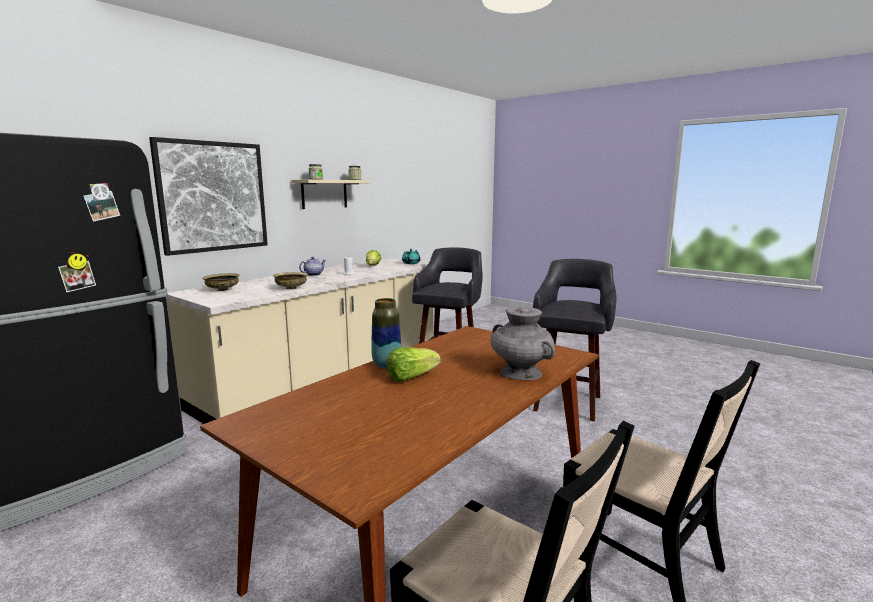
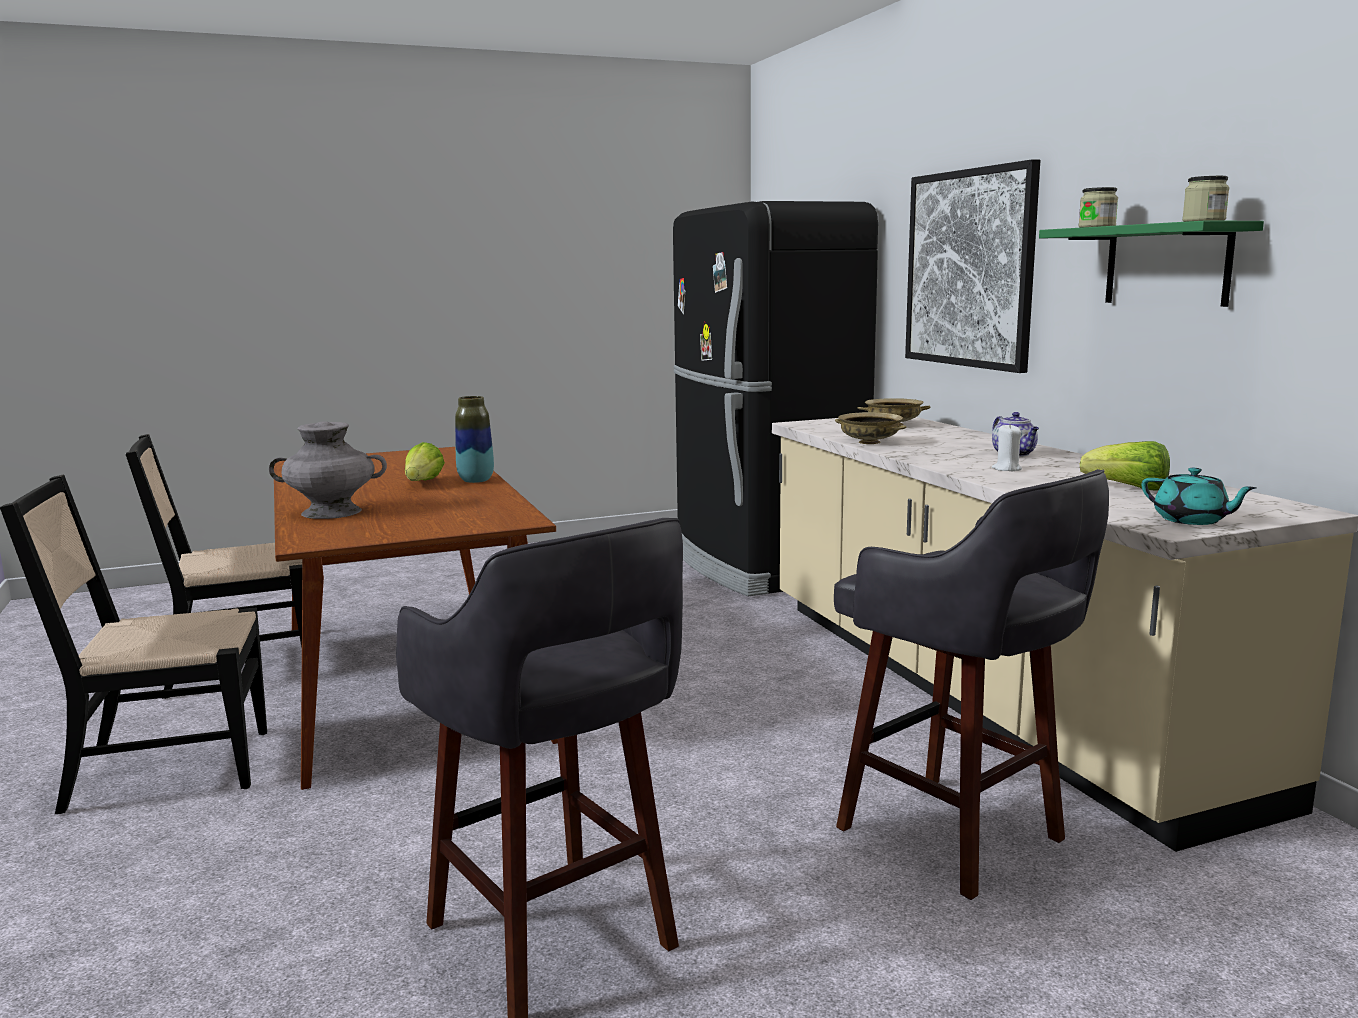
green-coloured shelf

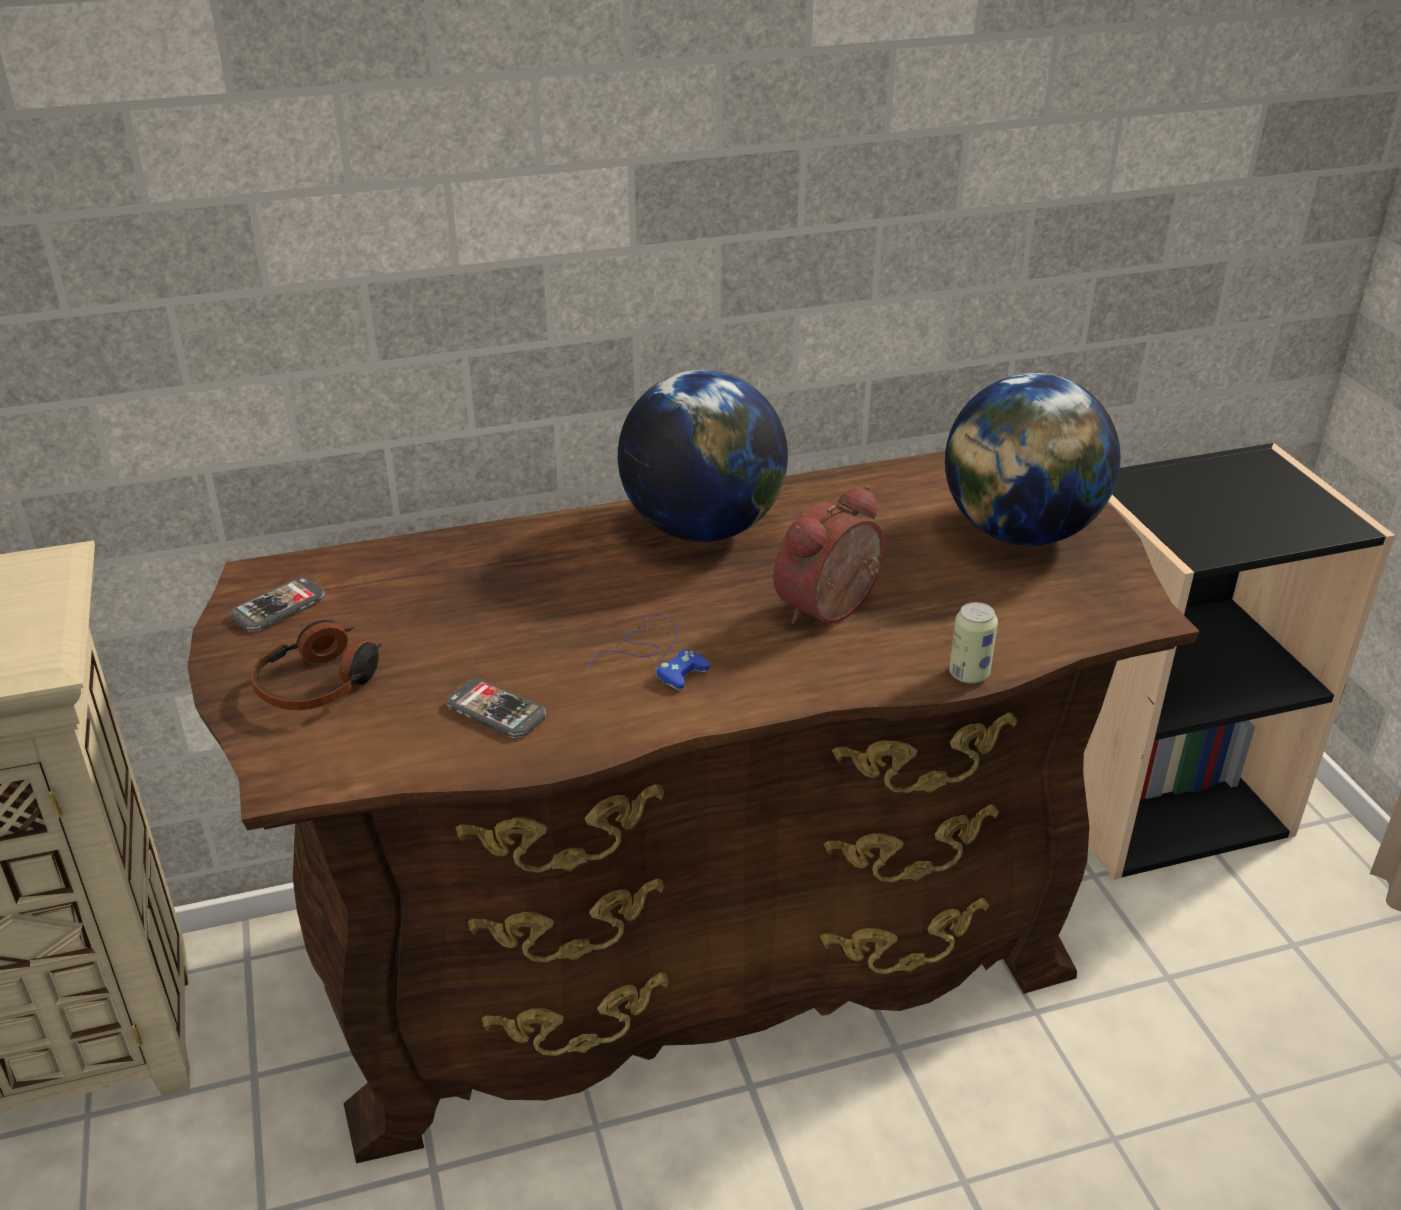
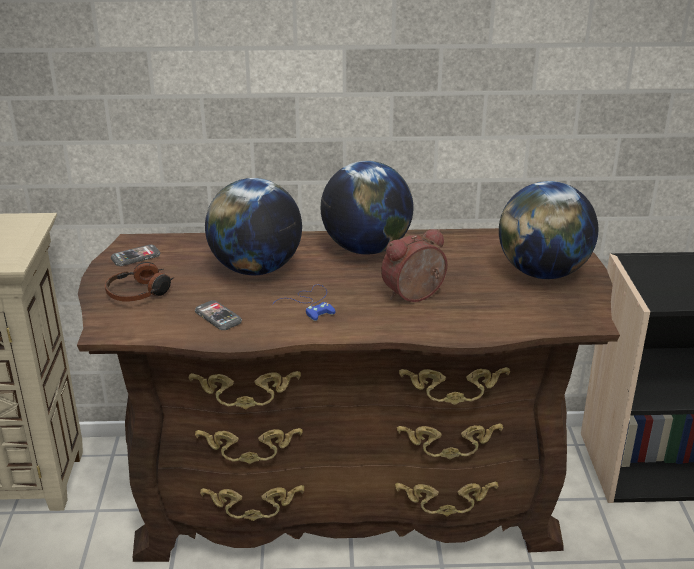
sealed can; world globe (1st from left)

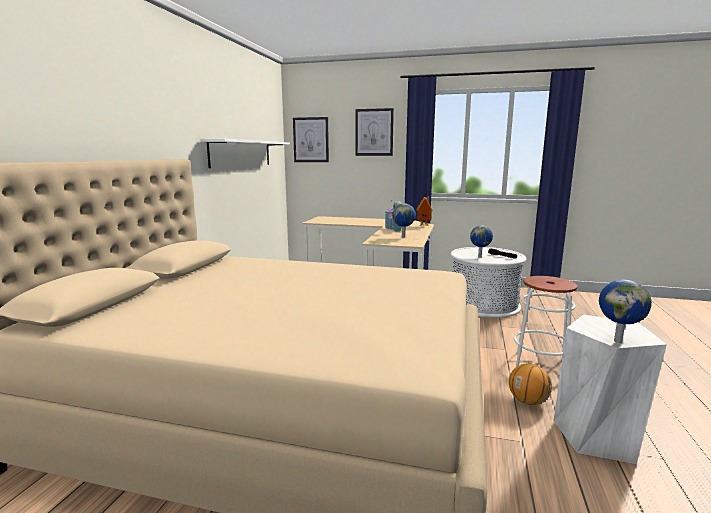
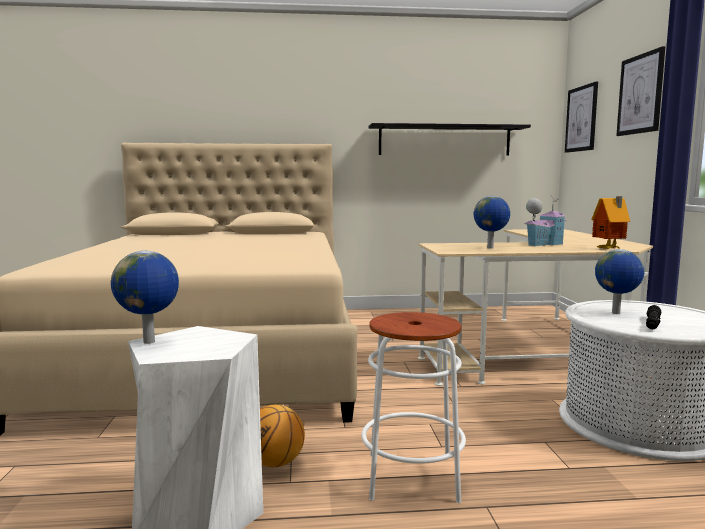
black-coloured shelf

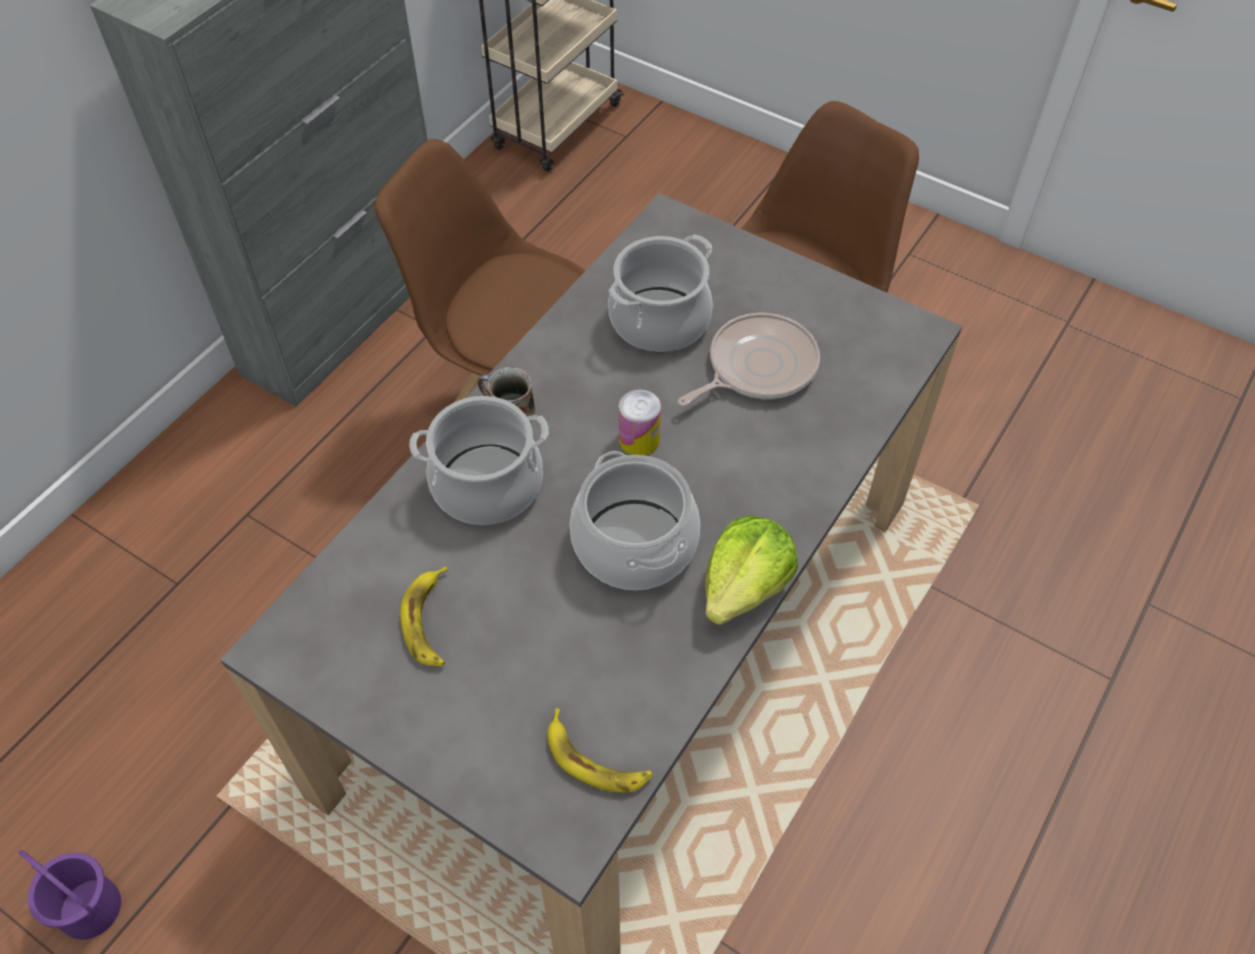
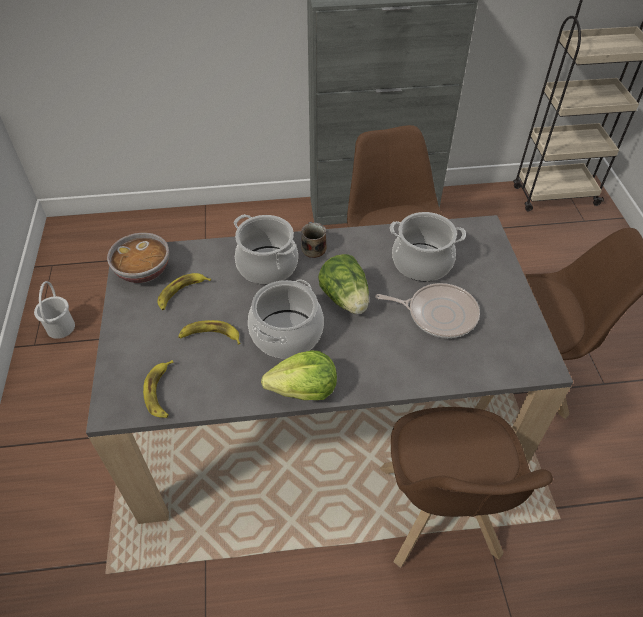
head of lettuce (2nd from left); whitish bucket; serving bowl; banana fruit (3rd from left); brown chair (2nd from left)

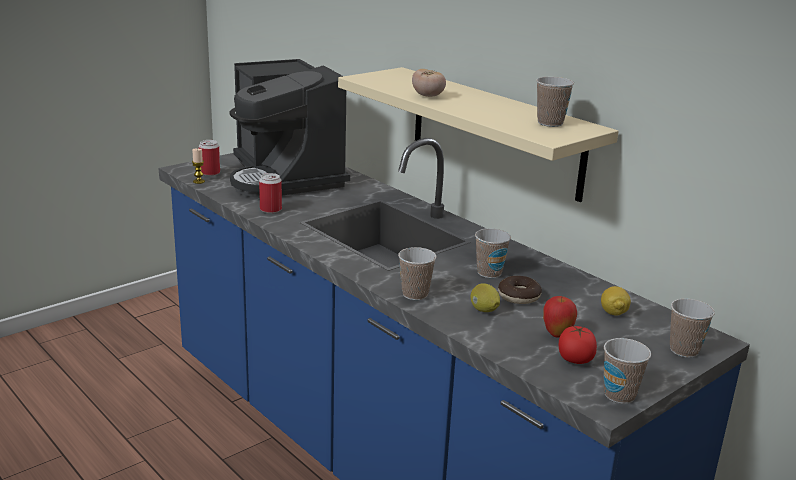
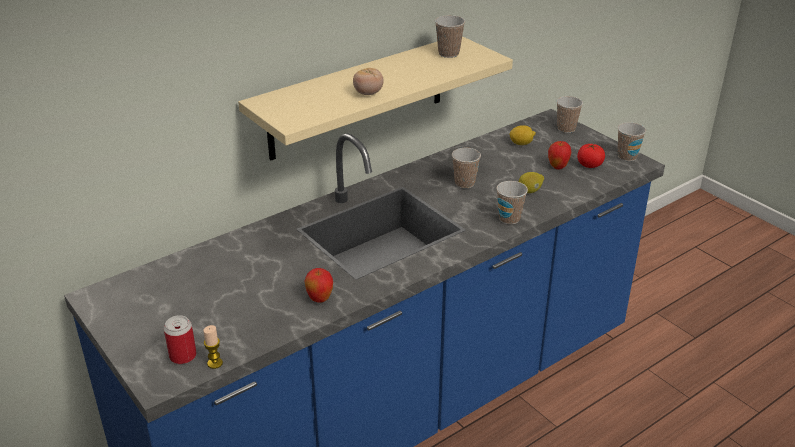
coffee machine; apple fruit (1st from left); doughnut

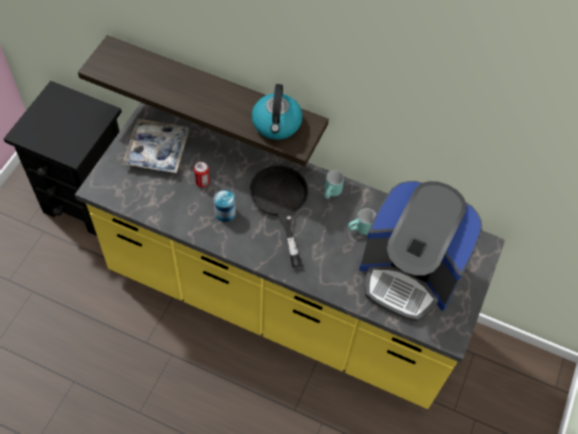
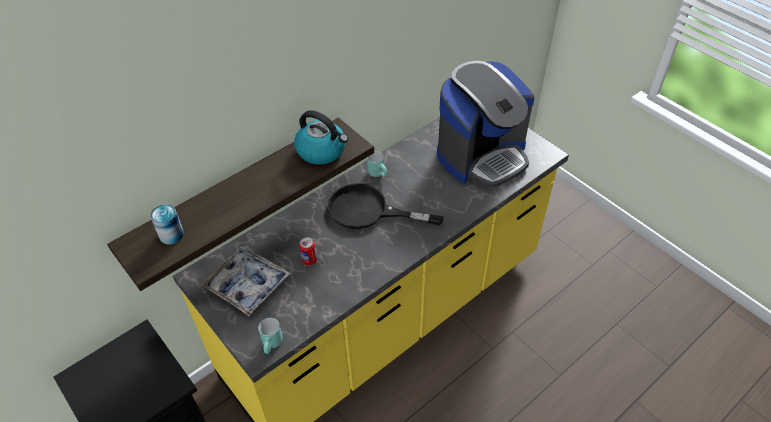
sealed can (1st from left); turquoise-coloured mug (1st from left)

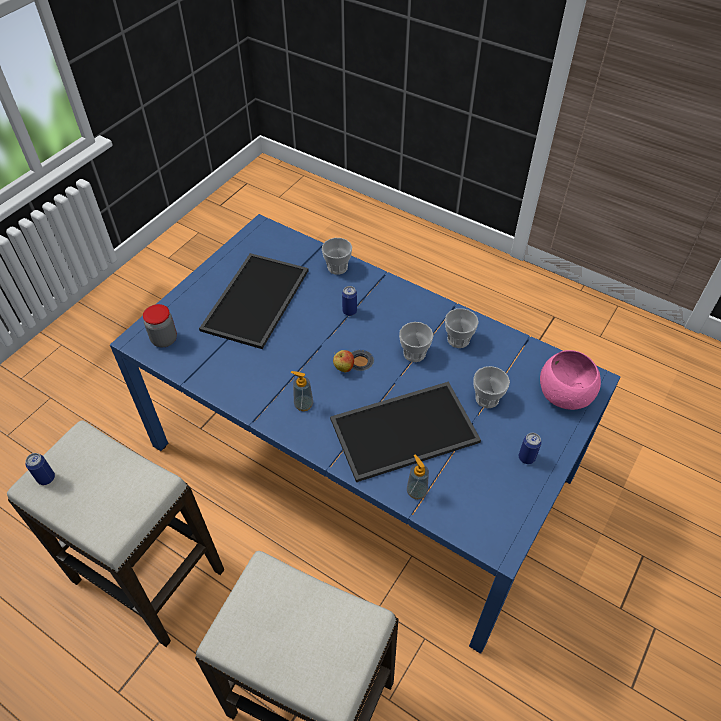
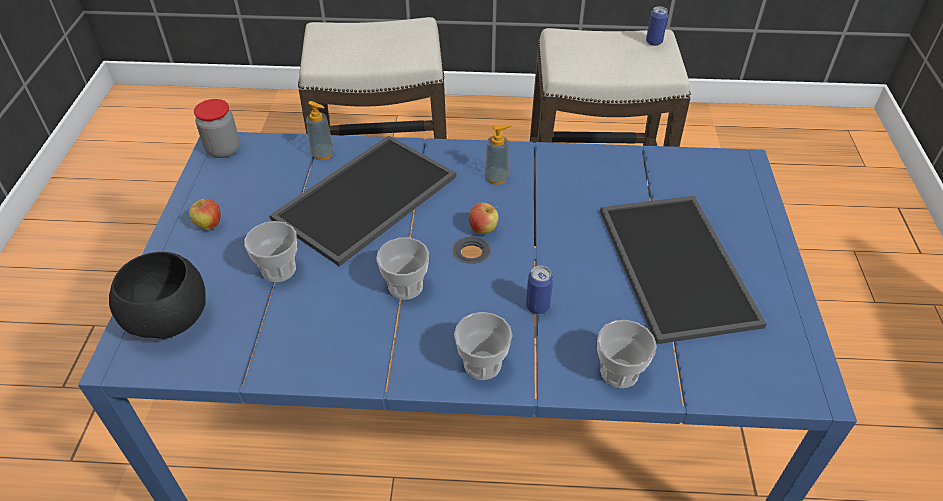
preserve jar; cup (3rd from left); black-coloured serving bowl; apple fruit (1st from left)

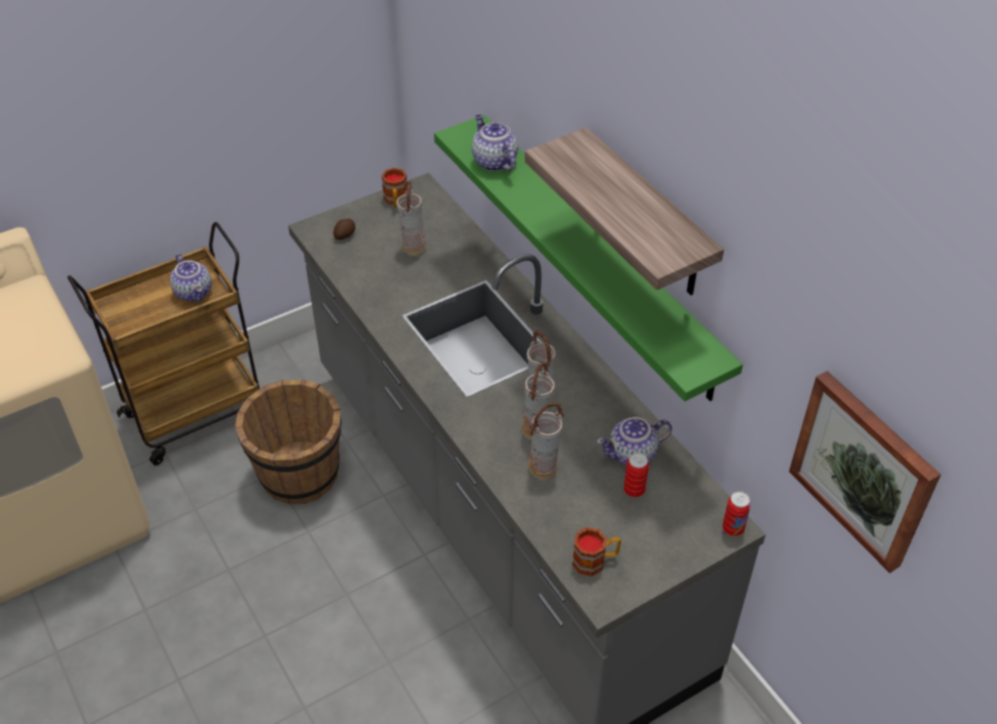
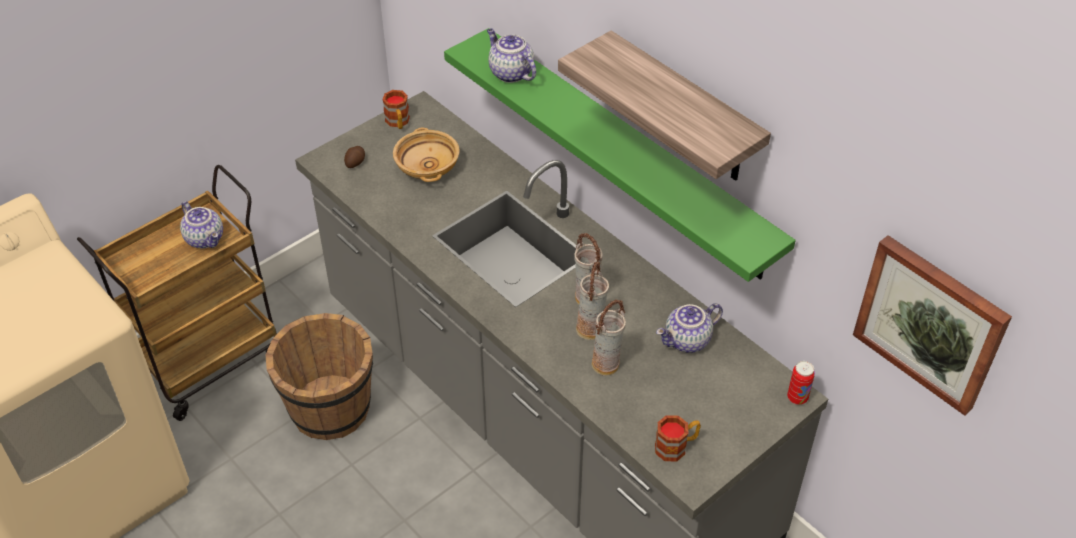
sand-coloured serving bowl; sealed can (1st from left in the first image)

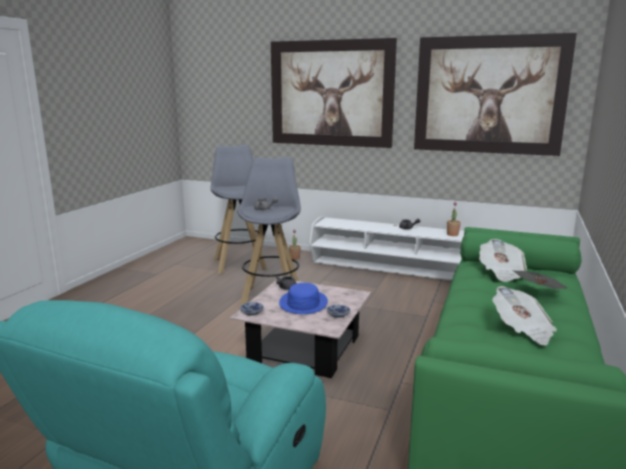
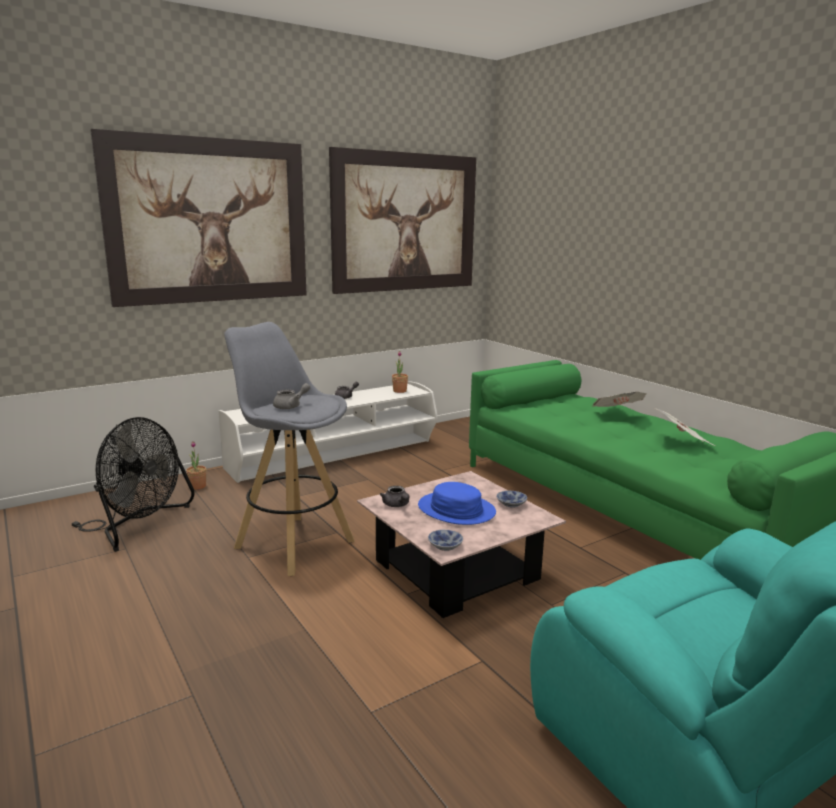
black-coloured electric fan; printed paper (1st from left in the first image)

